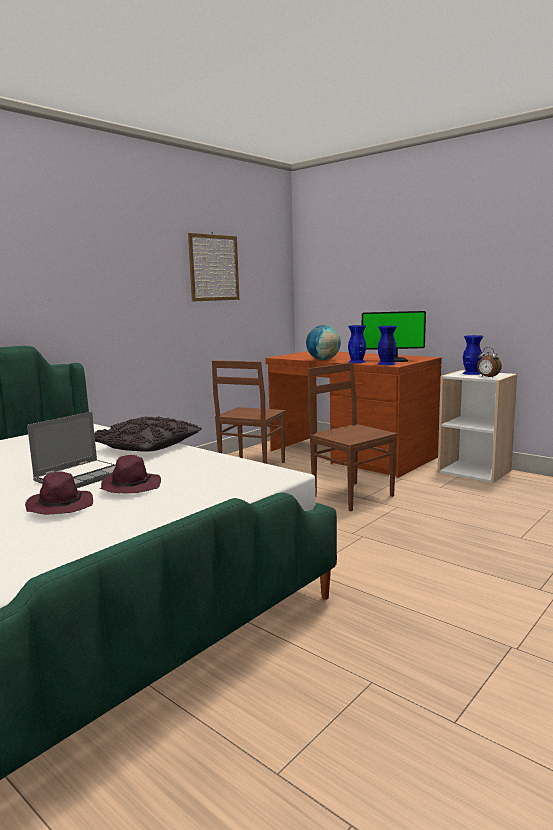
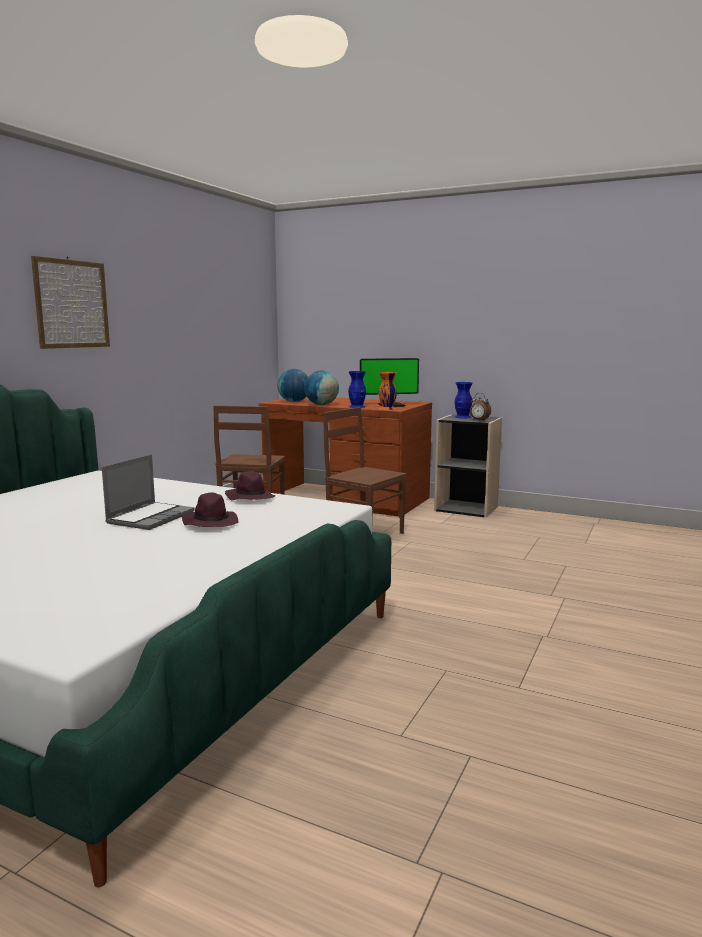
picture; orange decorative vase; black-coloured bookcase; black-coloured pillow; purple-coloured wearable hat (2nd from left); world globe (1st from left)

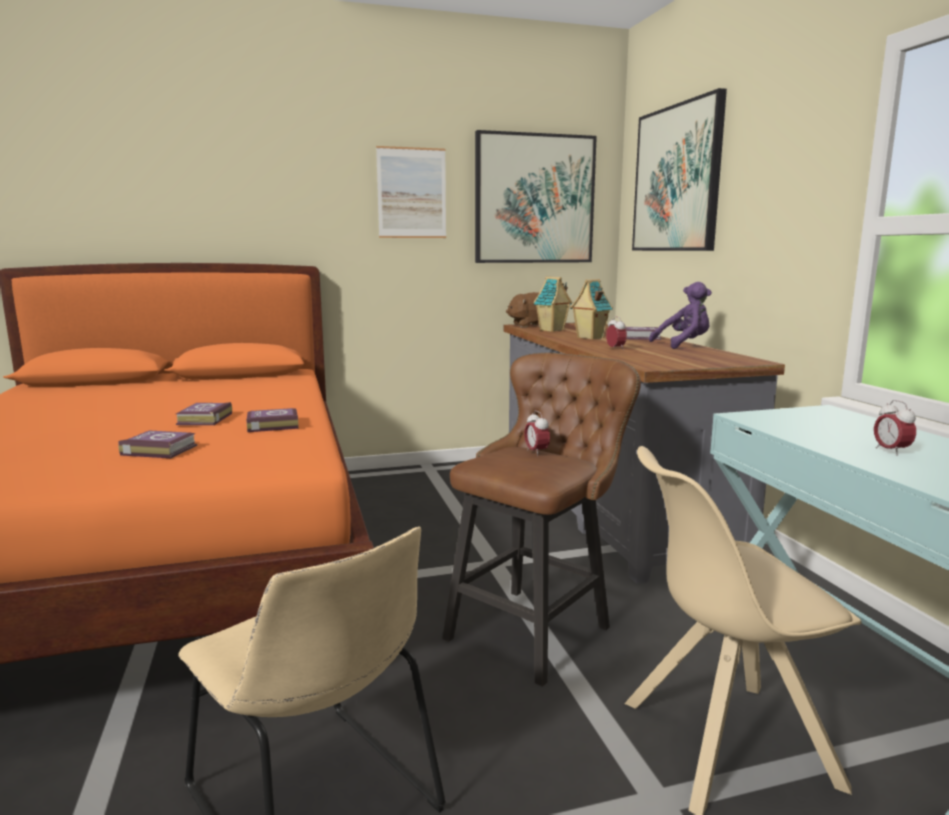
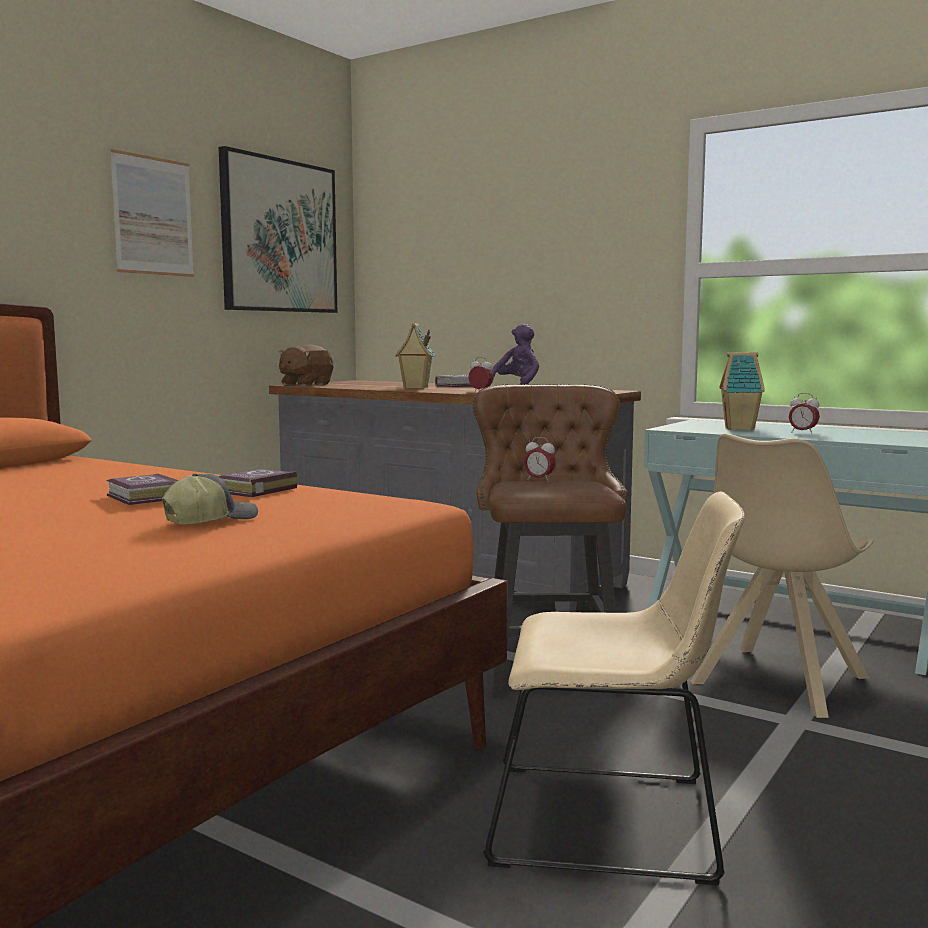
picture (3rd from left in the first image); model house (2nd from left); baseball cap

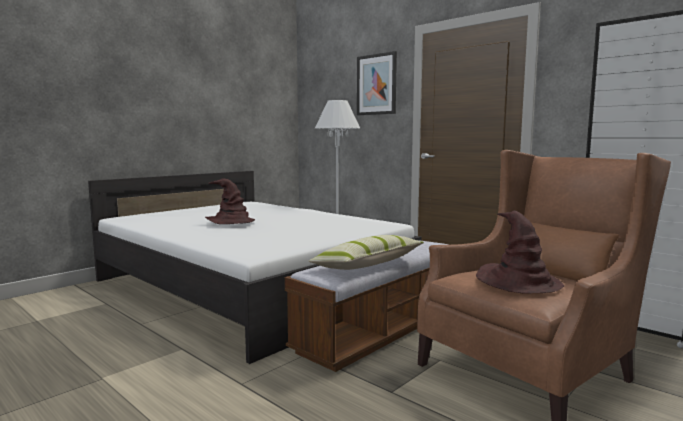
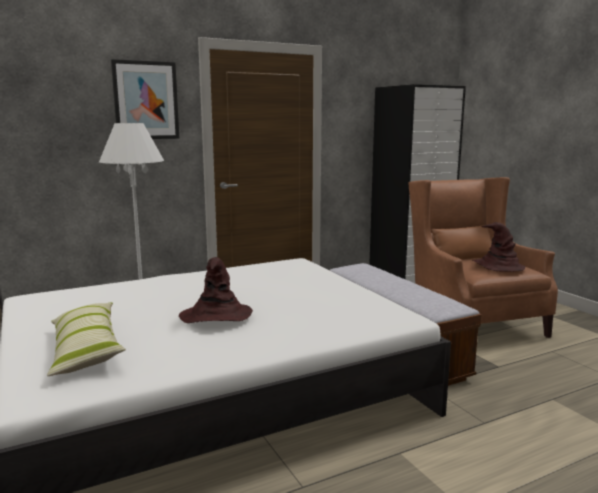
pillow

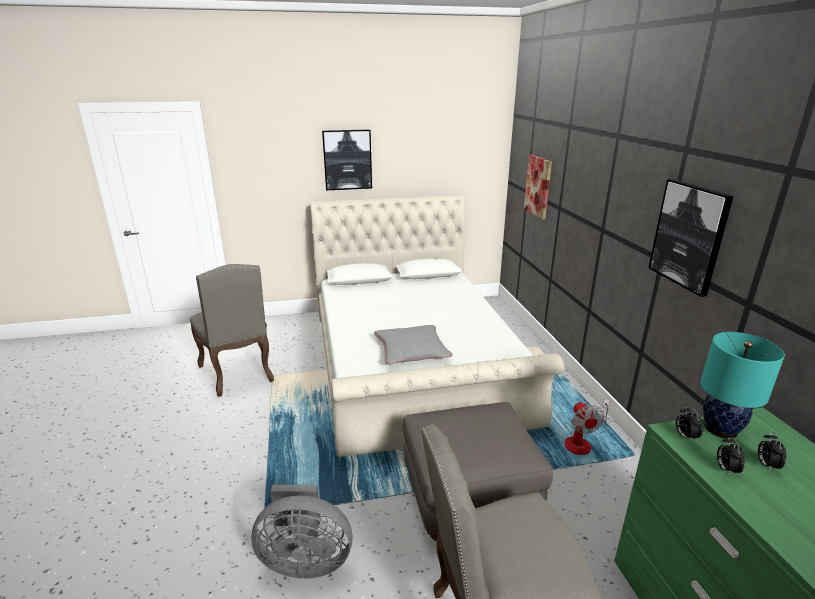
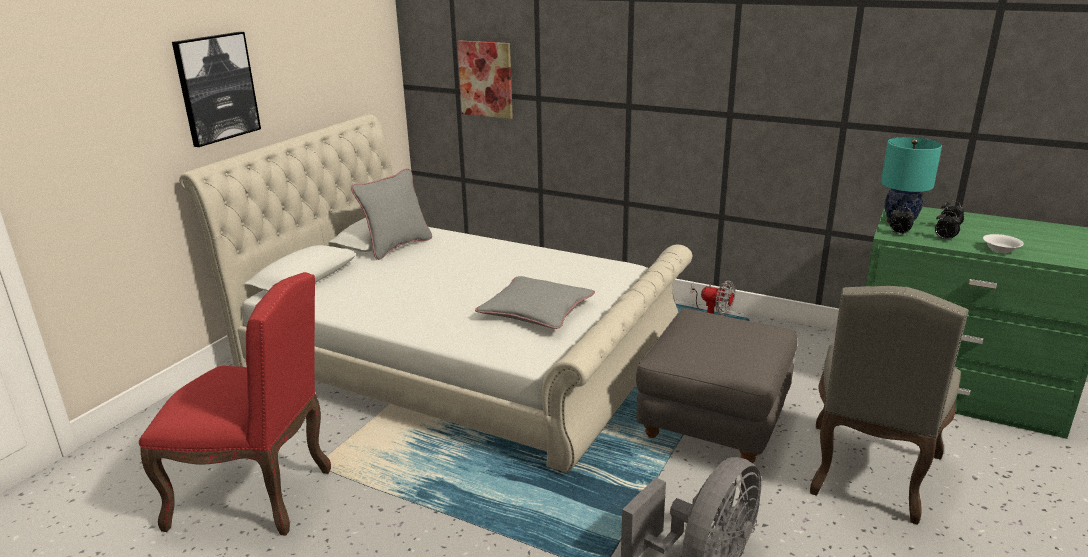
picture (3rd from left in the first image); reddish chair; greyish pillow (1st from left); whitish serving bowl

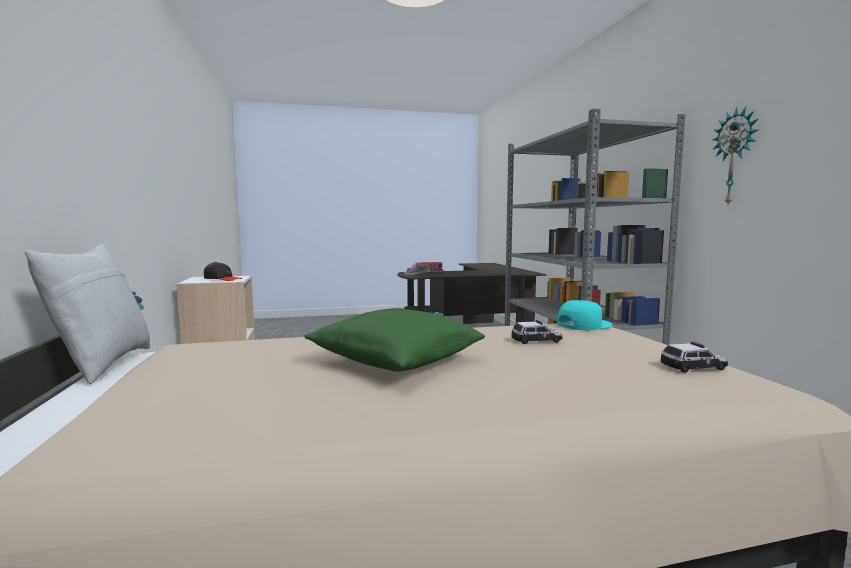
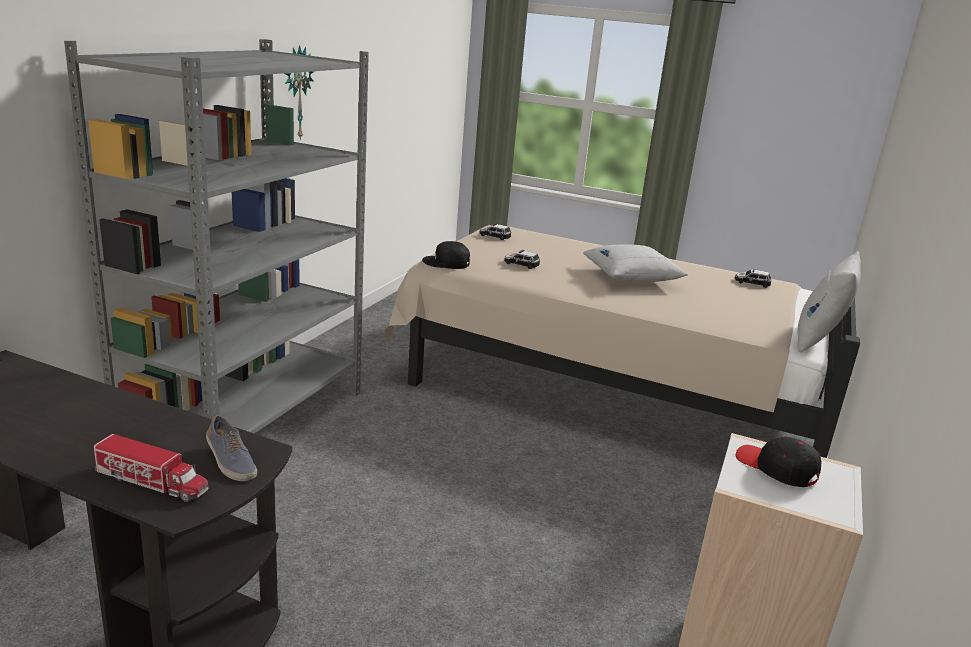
black-coloured baseball cap (1st from left); greyish pillow (1st from left); toy car (3rd from left)

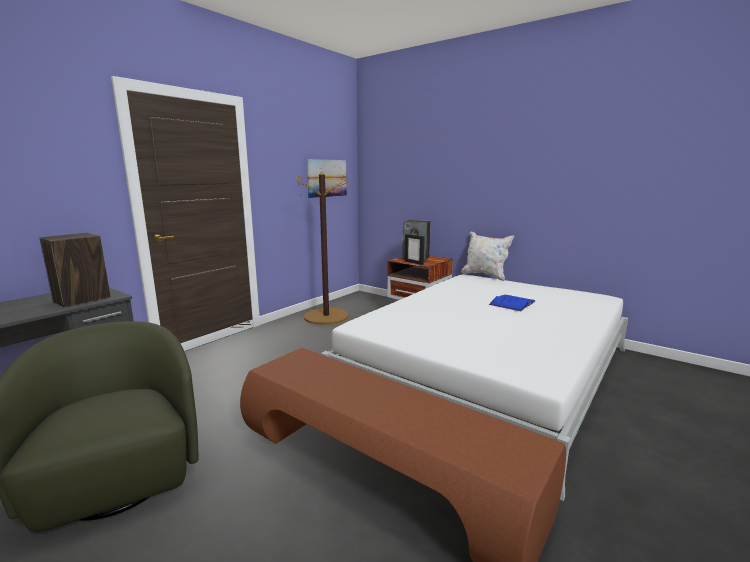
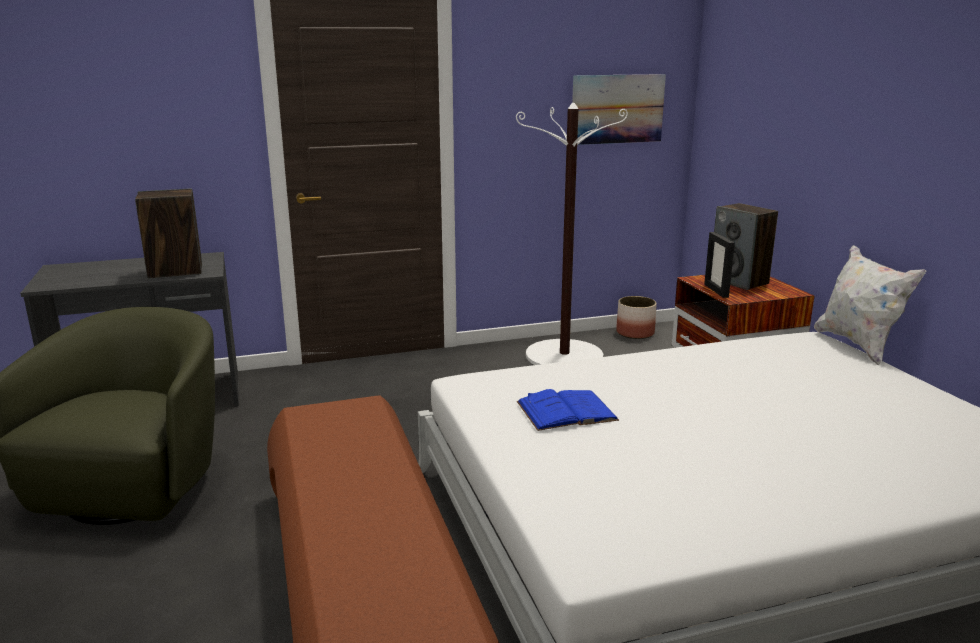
whitish garment rack; blue bound book; flower pot

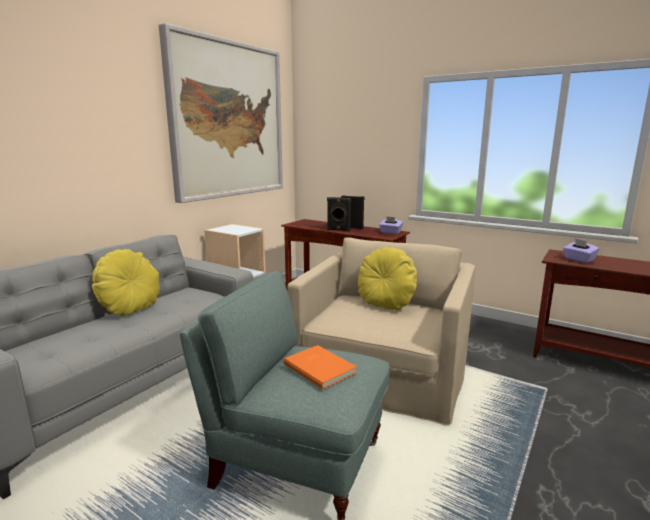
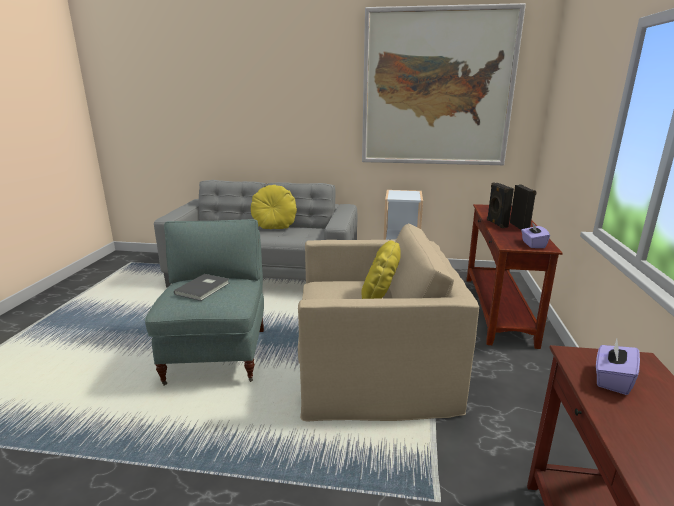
greyish bound book

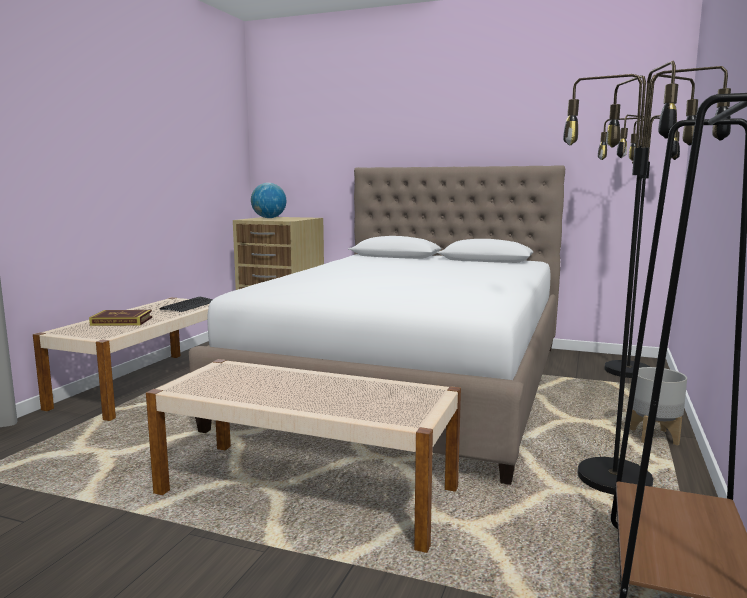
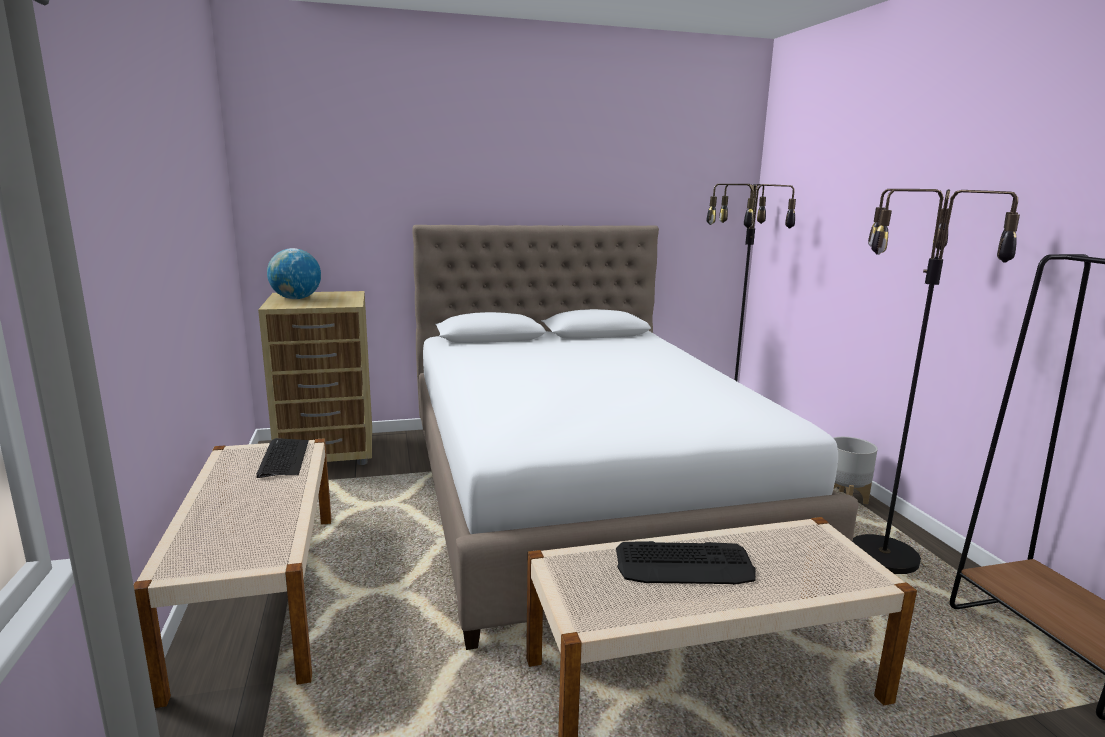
bound book; keyboard (2nd from left)

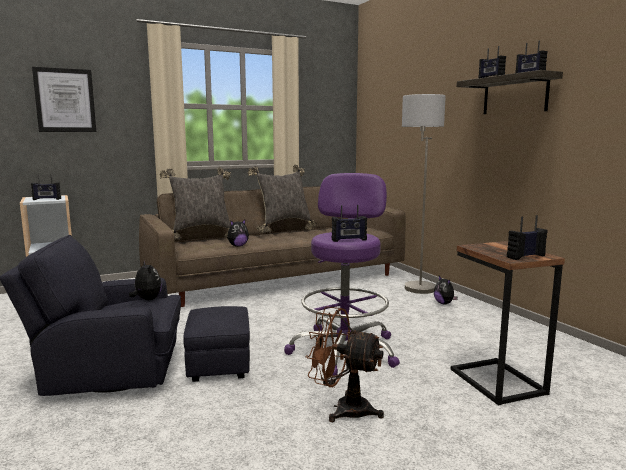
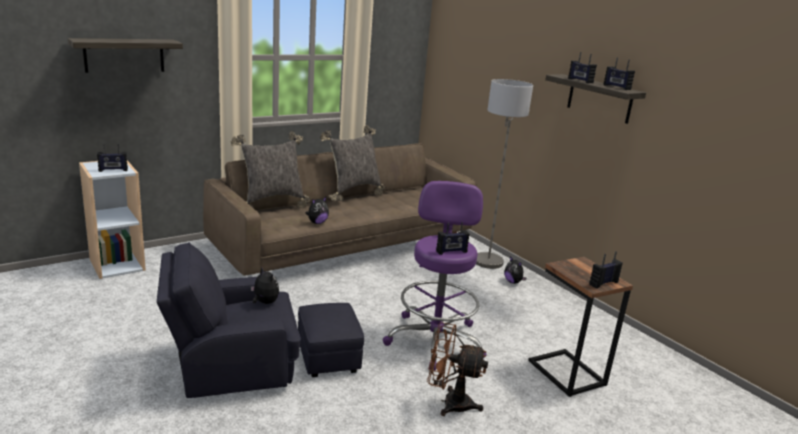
shelf (1st from left)

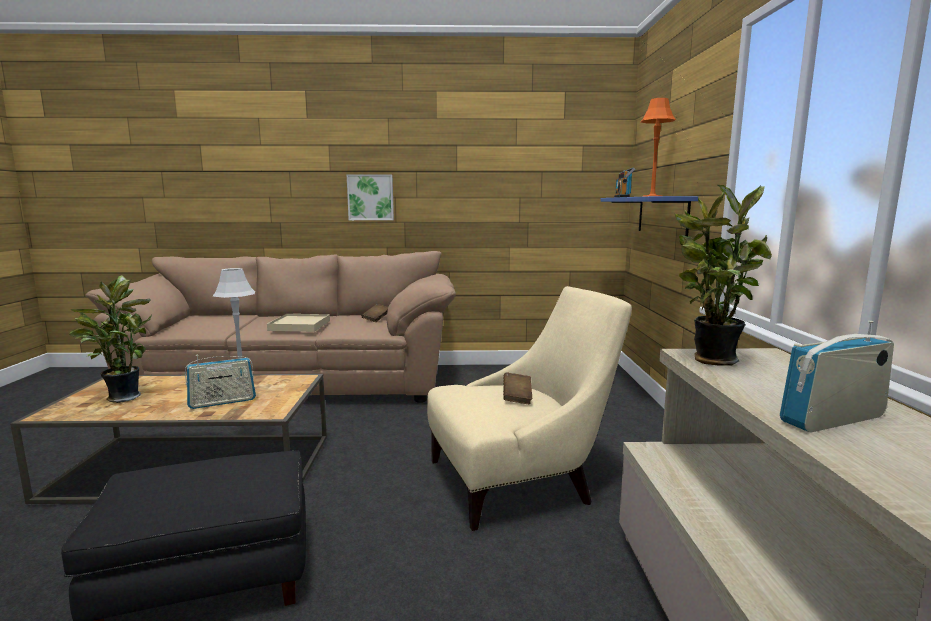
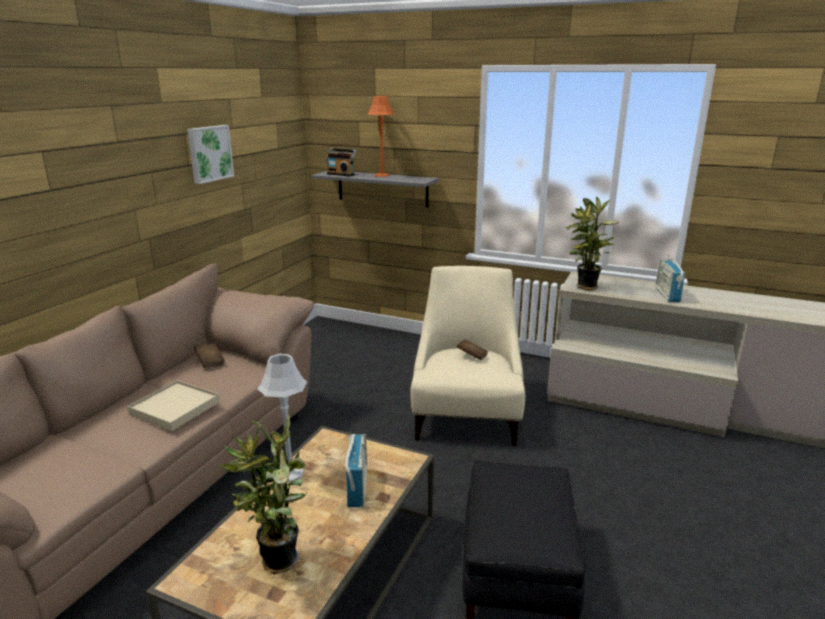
picture; greyish shelf

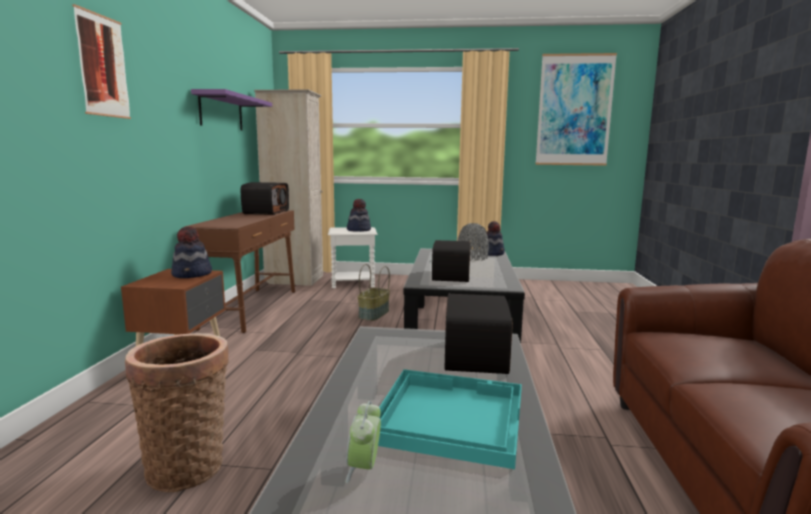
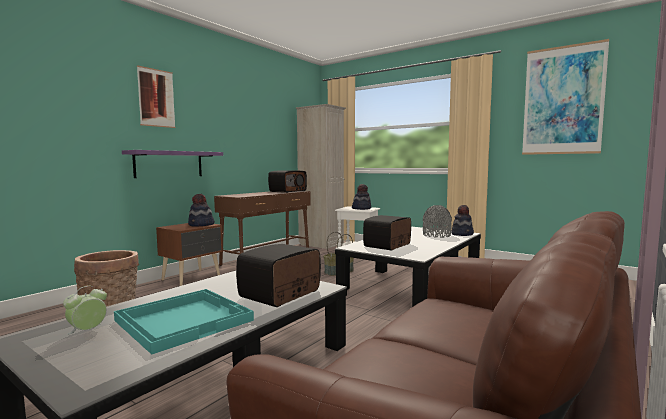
purple-coloured shelf

